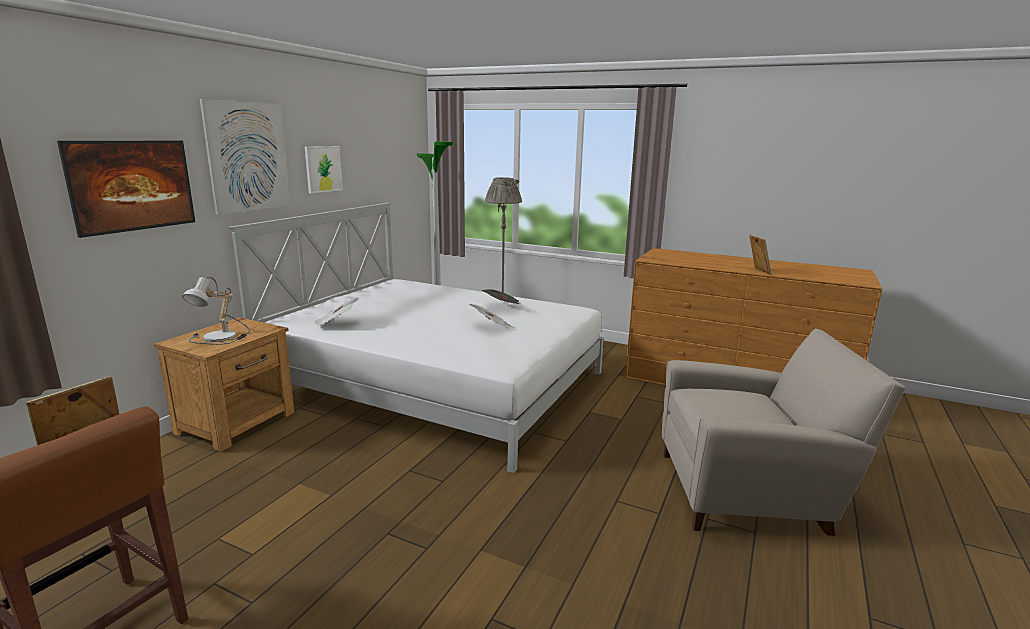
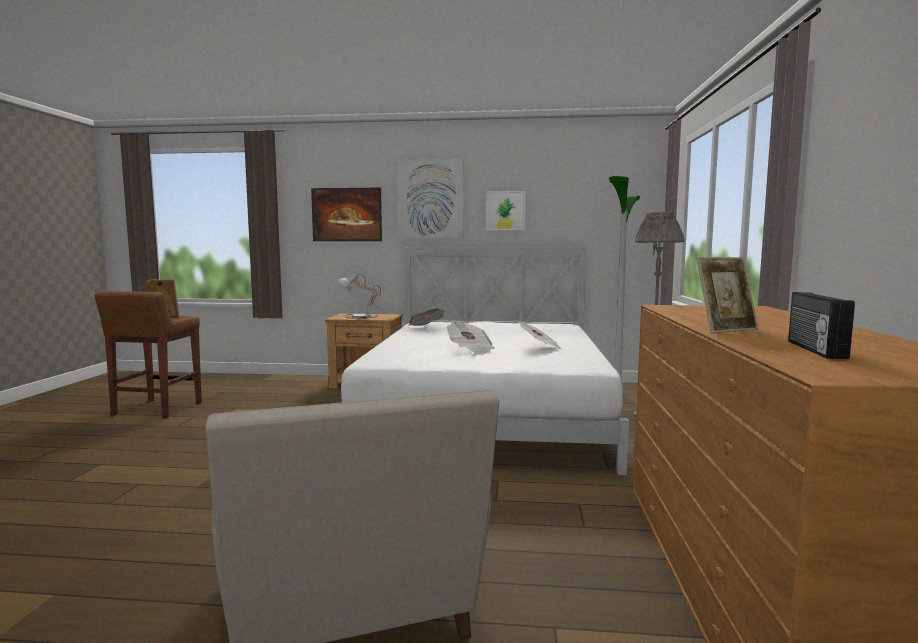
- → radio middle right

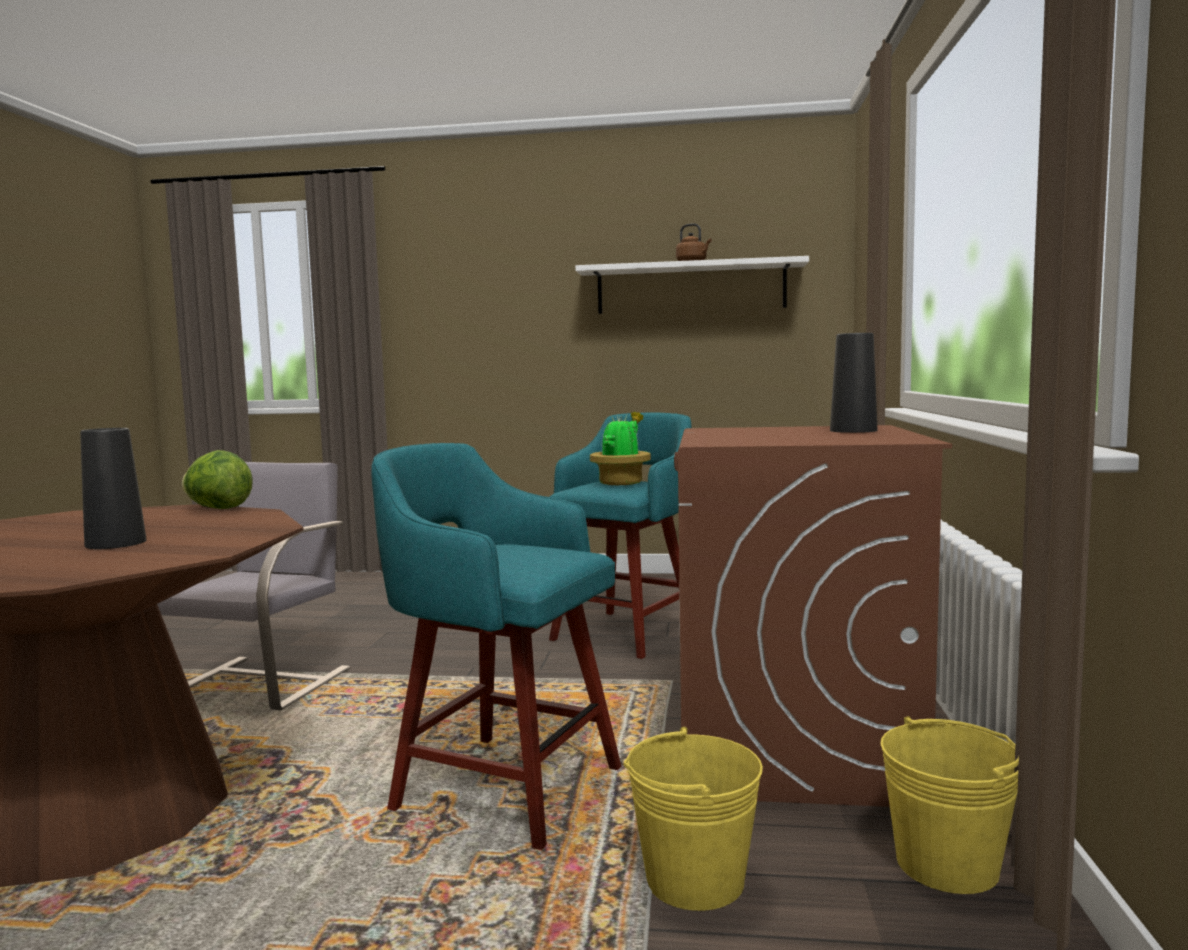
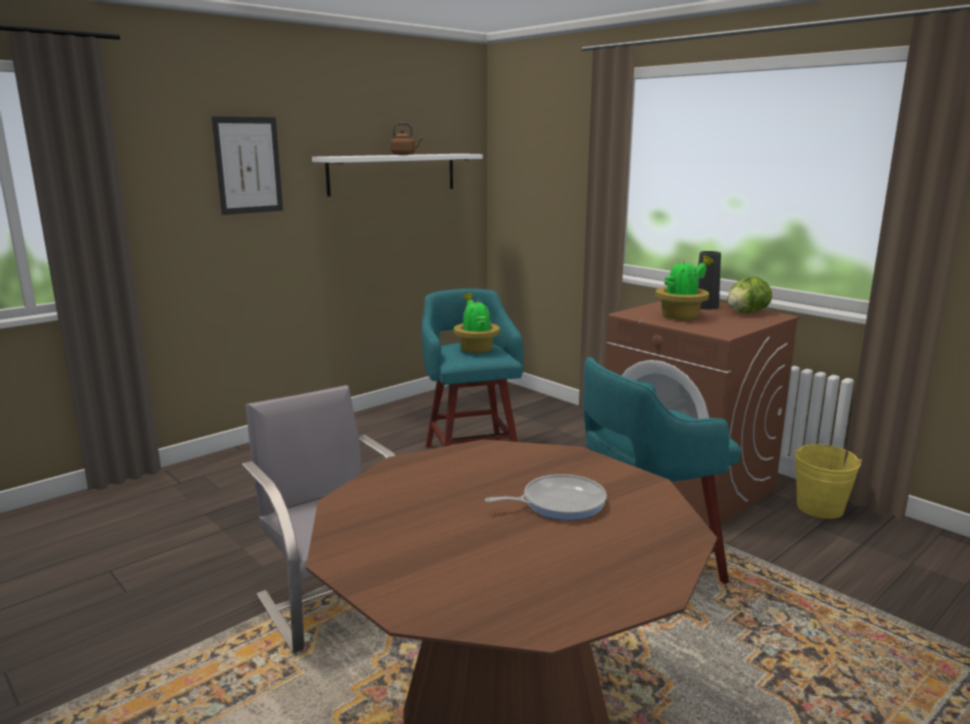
- → tableau top left
vase [noir] (1st from left) middle left → poêle bottom centre
- → plante en pot (2nd from left) middle right
laitue middle left → laitue middle right, move
seau [jaune] (1st from left) bottom centre → -

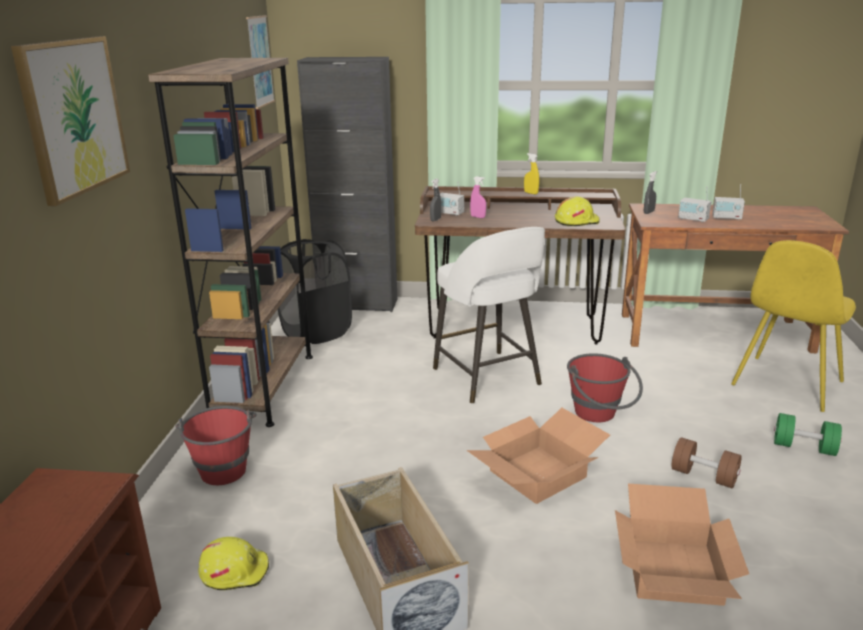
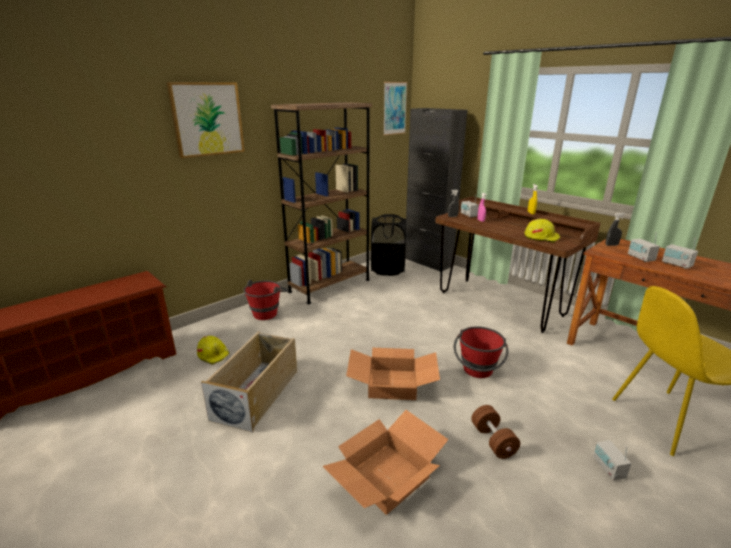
haltère [vert] bottom right → radio (2nd from left) bottom right
tabouret [blanc] centre → -

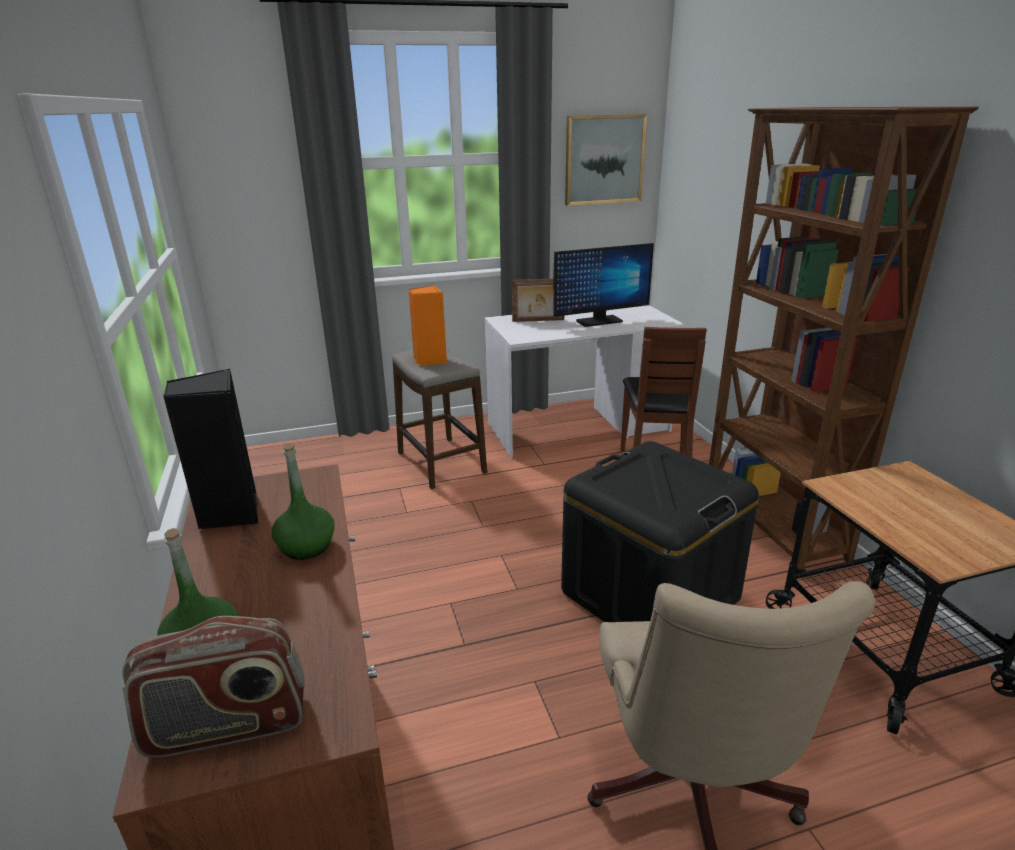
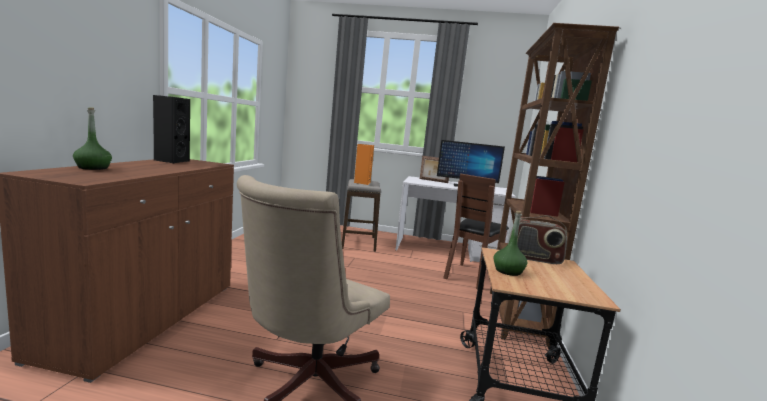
bouteille [vert] (2nd from left) middle left → bouteille [vert] (2nd from left) centre, move
radio bottom left → radio middle right, move
boîte de rangement [noir] centre → -
tableau top centre → -

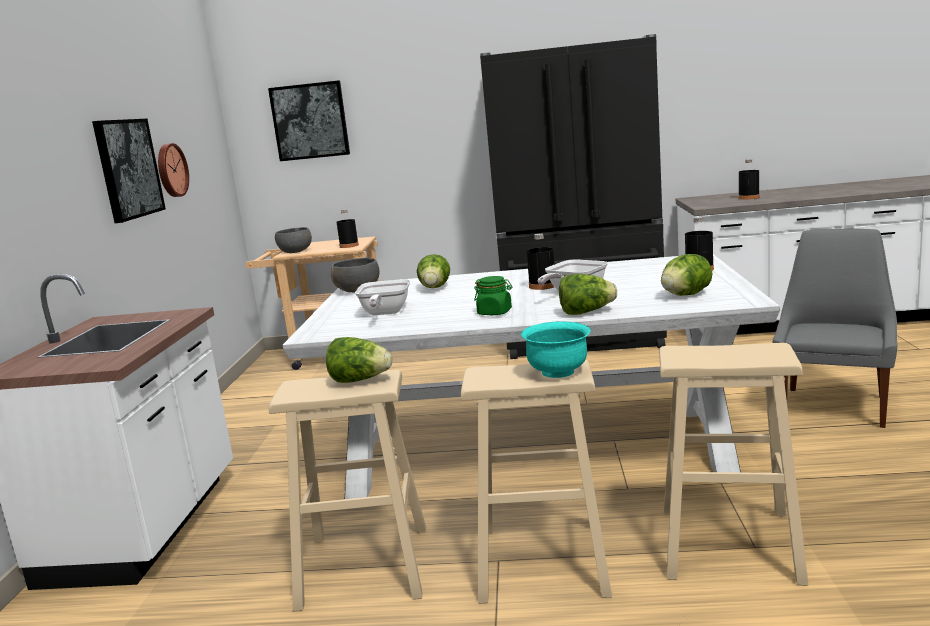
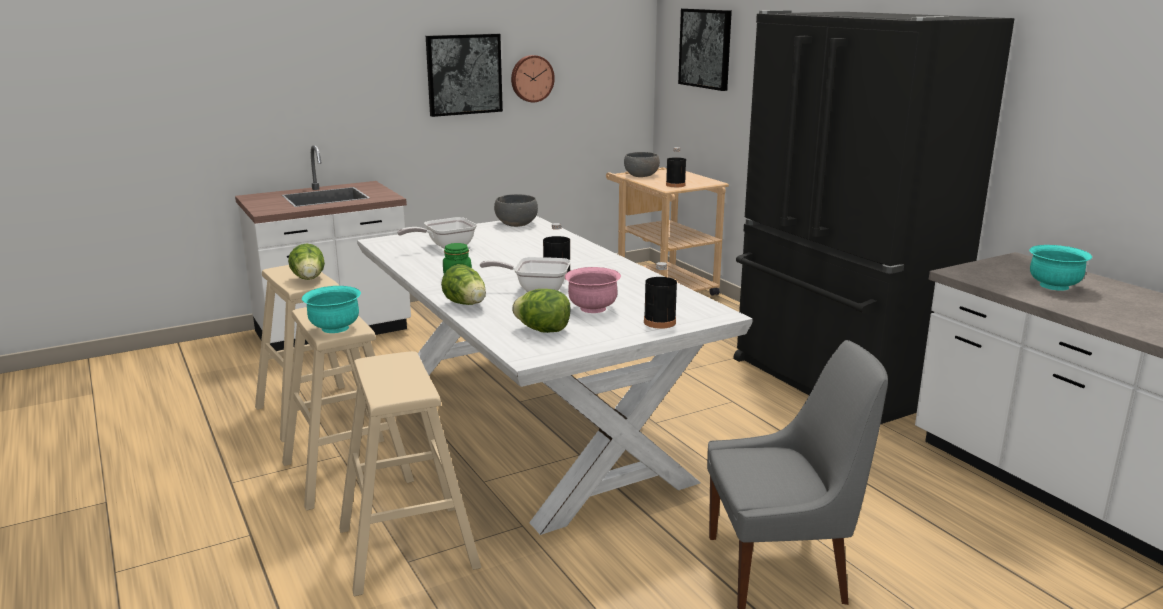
- → bol [rose] centre
bouteille [noir] (4th from left) top right → bol [turquoise] (2nd from left) middle right
laitue (2nd from left) centre → -

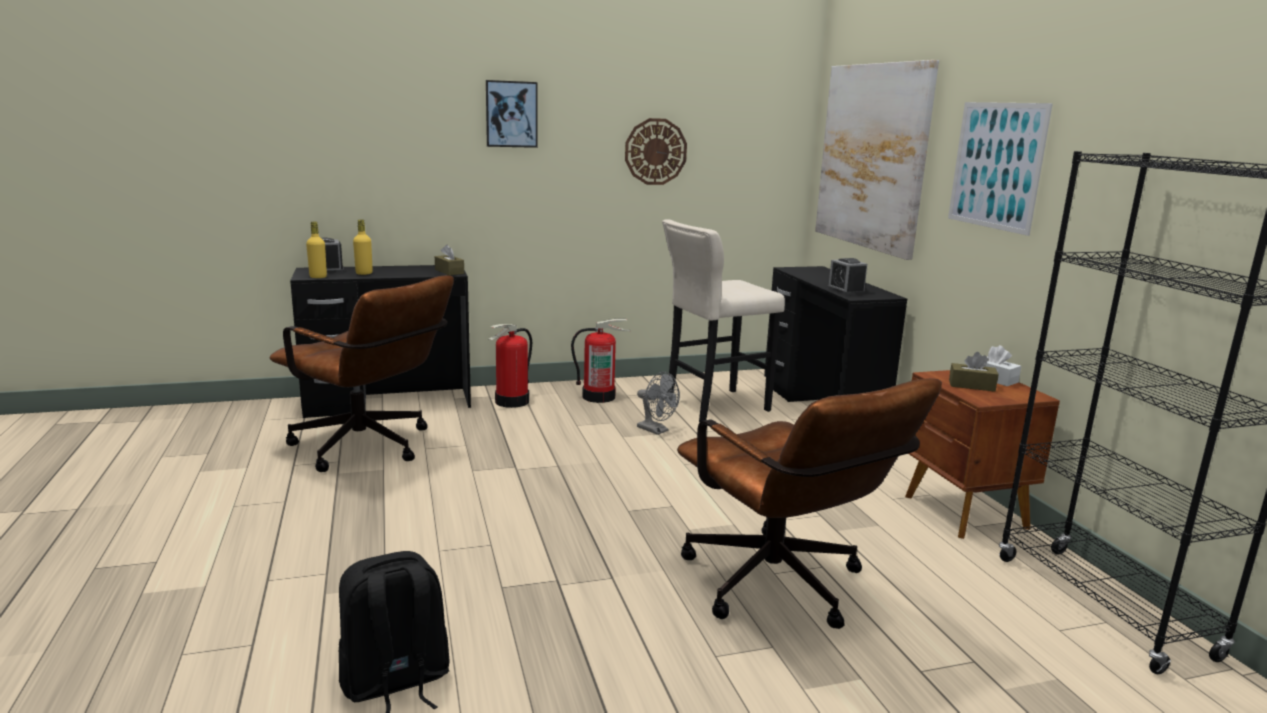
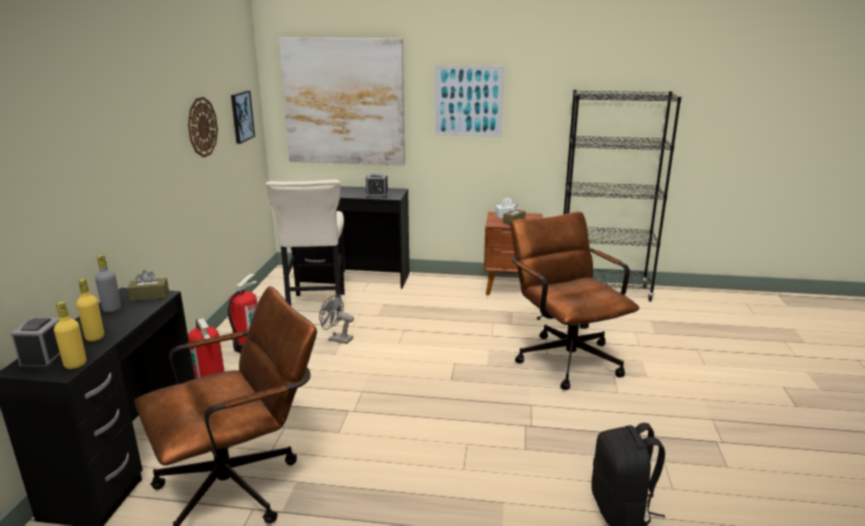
- → bouteille [gris] middle left
tableau (1st from left) top centre → tableau (1st from left) top left, move
ventilateur [gris] centre, 135 degrees counterclockwise
chaise de bureau [marron] (2nd from left) bottom centre → chaise de bureau [marron] (2nd from left) centre, 105 degrees counterclockwise

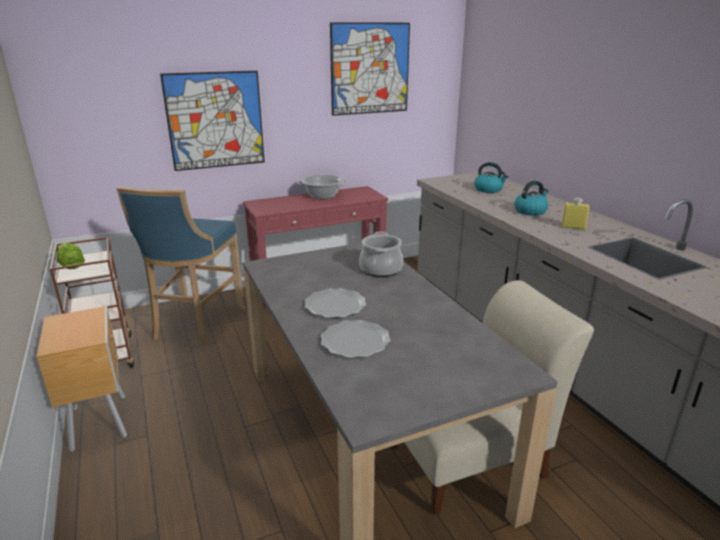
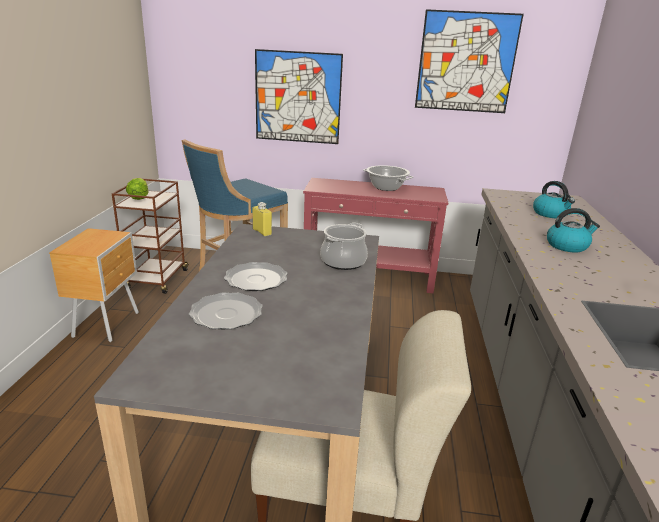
bouteille [jaune] middle right → bouteille [jaune] centre, move

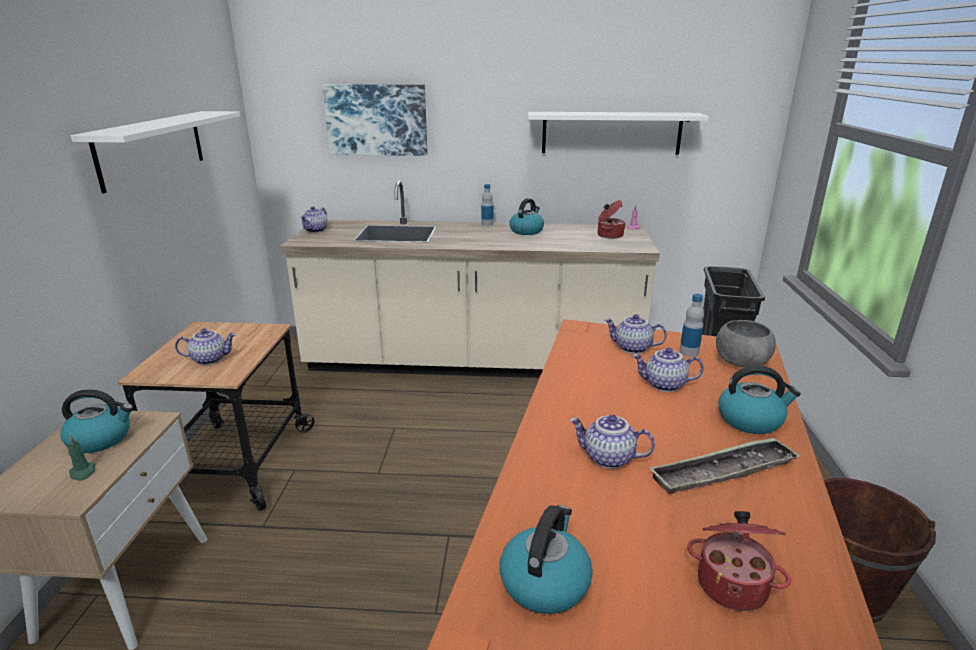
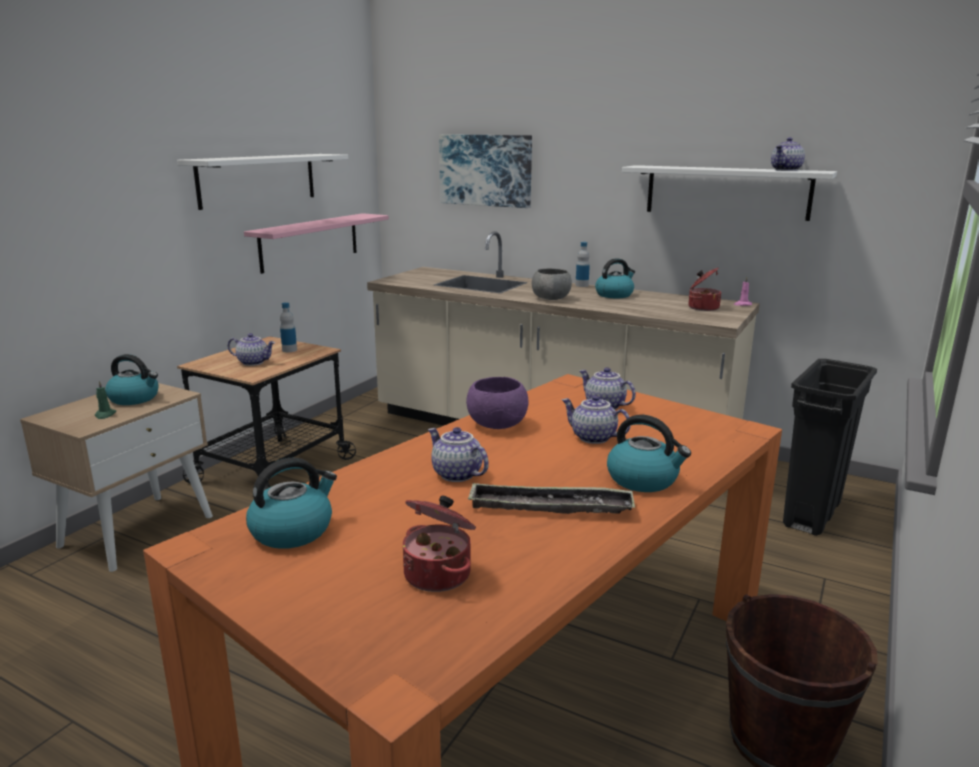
- → étagère [rose] top left
bouteille (2nd from left in the first image) middle right → bouteille (1st from left) middle left, move
- → bol [violet] centre
bol [gris] middle right → bol [gris] centre, move
théière (2nd from left in the first image) middle left → théière (5th from left) top right, move

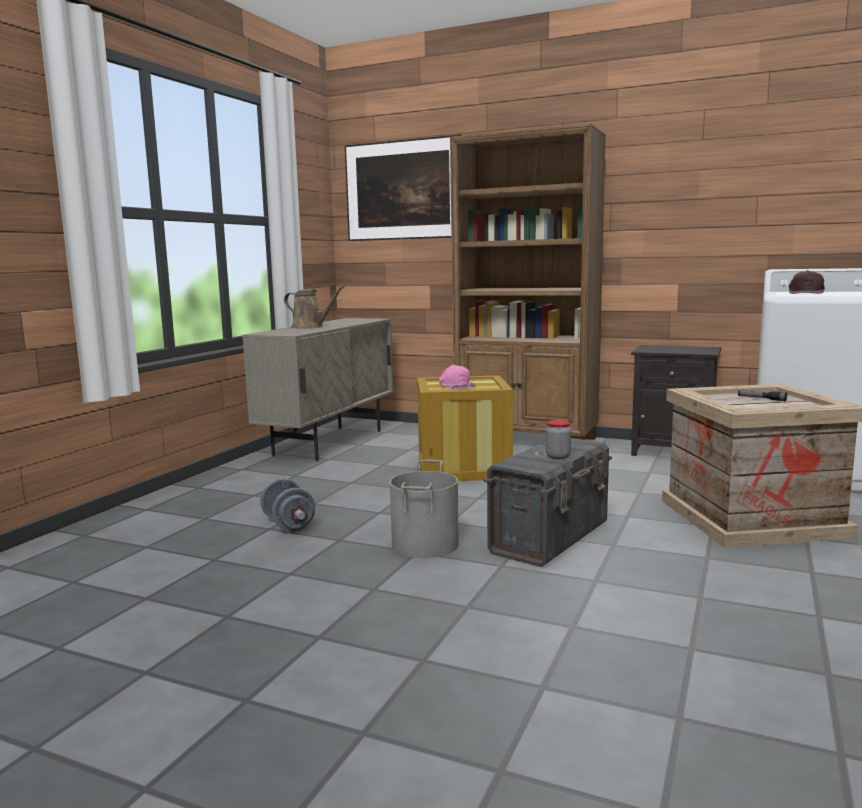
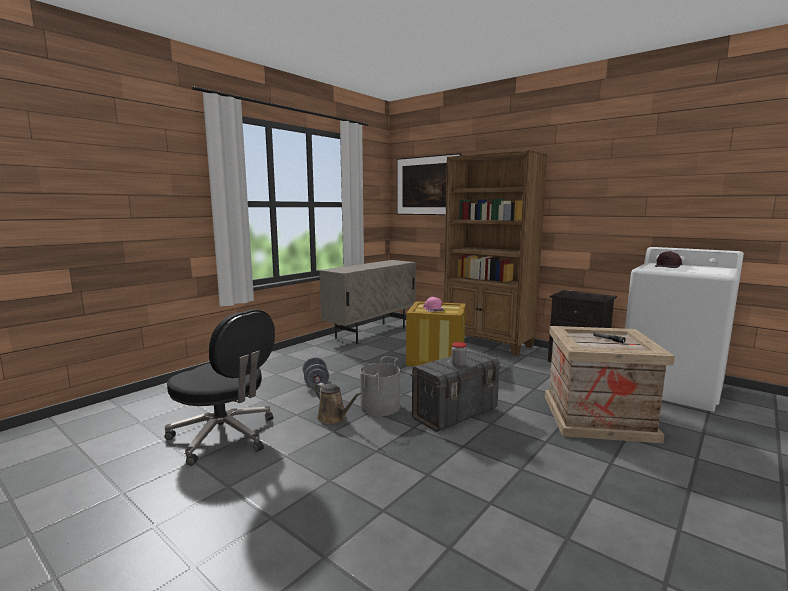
- → chaise de bureau [noir] middle left
arrosoir [marron] centre → arrosoir [marron] bottom centre, move

